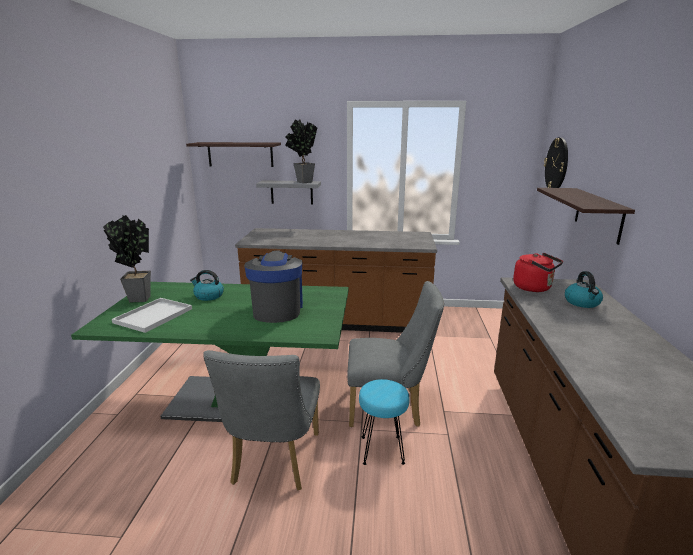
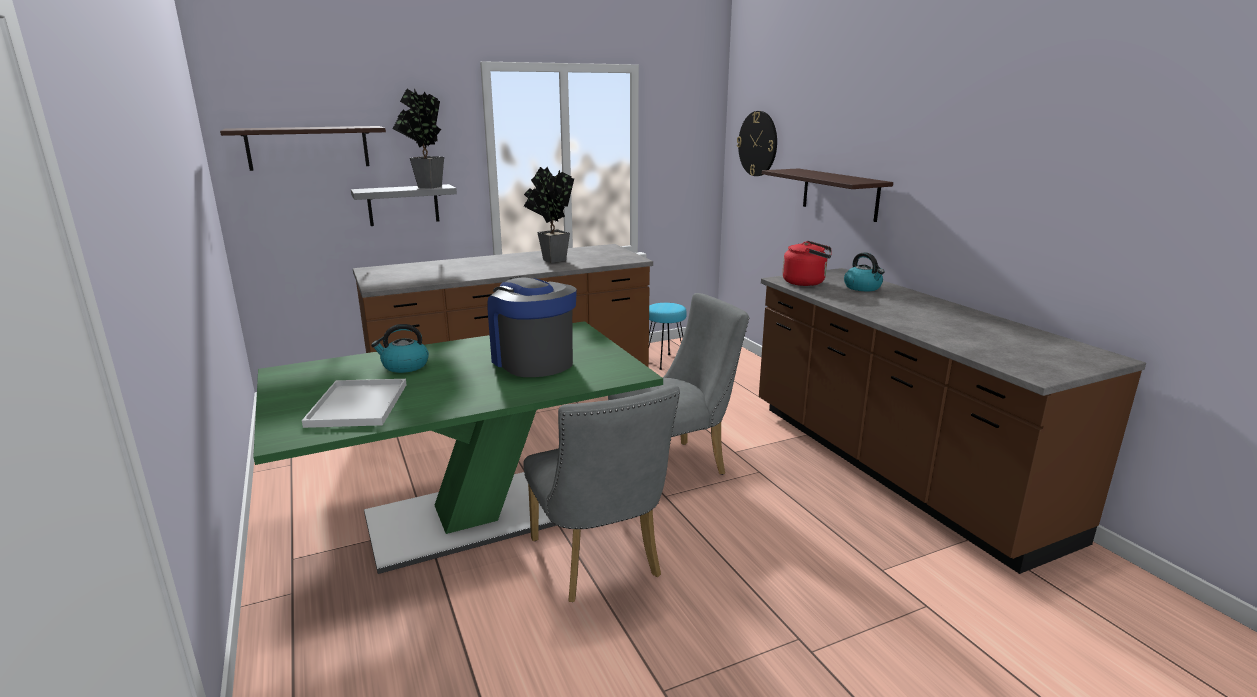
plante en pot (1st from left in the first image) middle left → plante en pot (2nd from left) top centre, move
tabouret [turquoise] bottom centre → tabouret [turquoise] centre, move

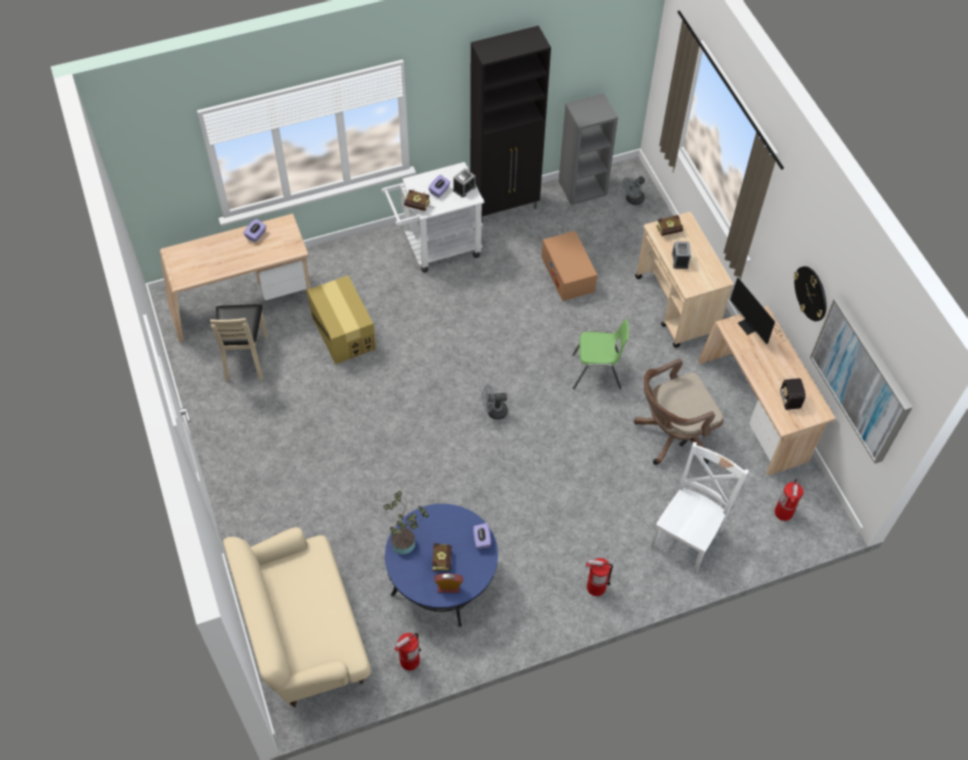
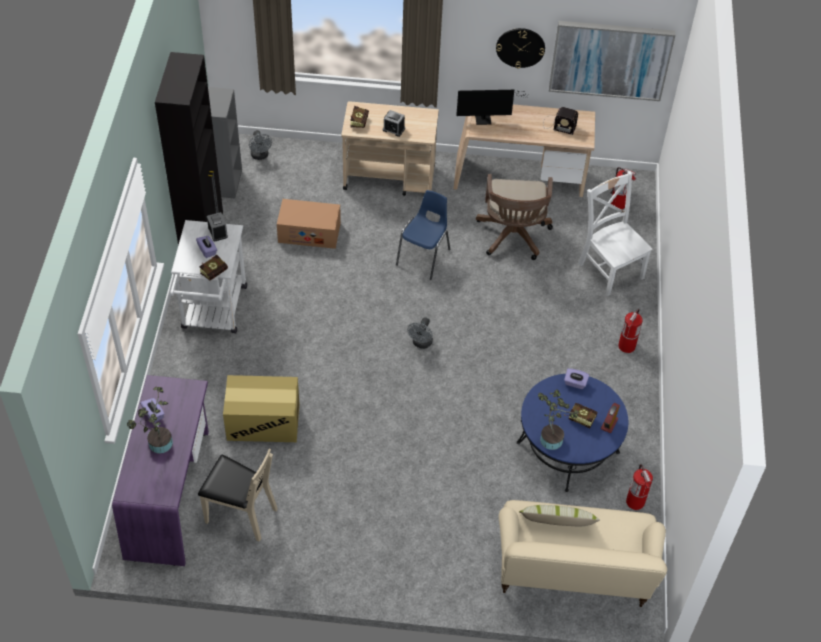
bureau [beige] (1st from left) middle left → bureau [violet] bottom left
- → plante en pot (1st from left) middle left
chaise [vert] centre → chaise [bleu] centre
- → coussin bottom right

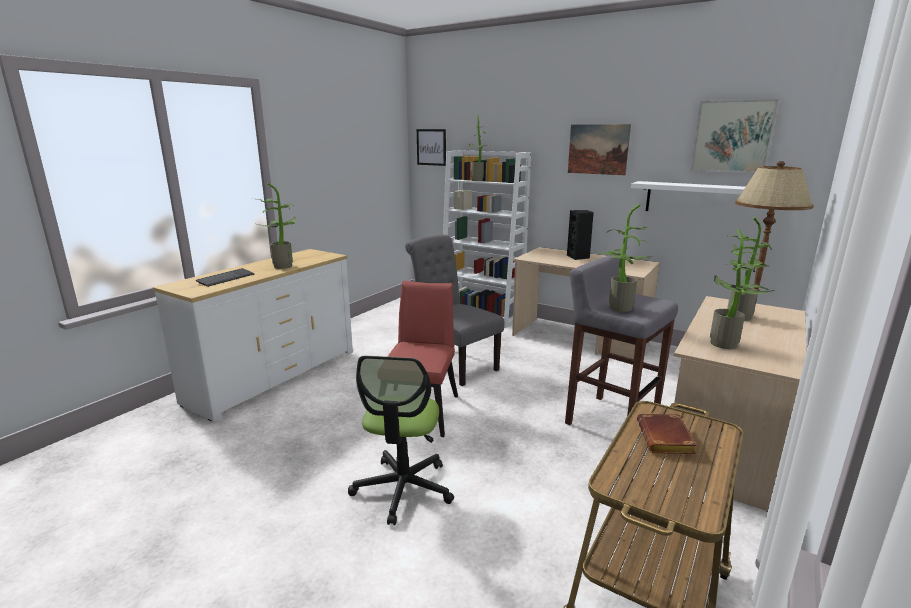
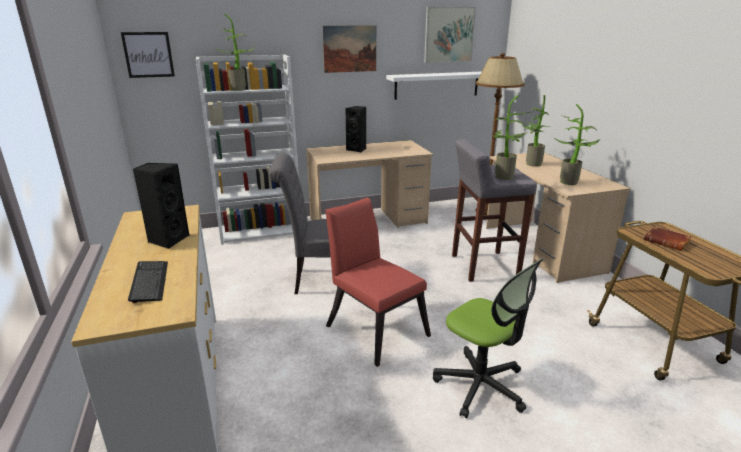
plante en pot (1st from left) middle left → enceinte [noir] (1st from left) middle left

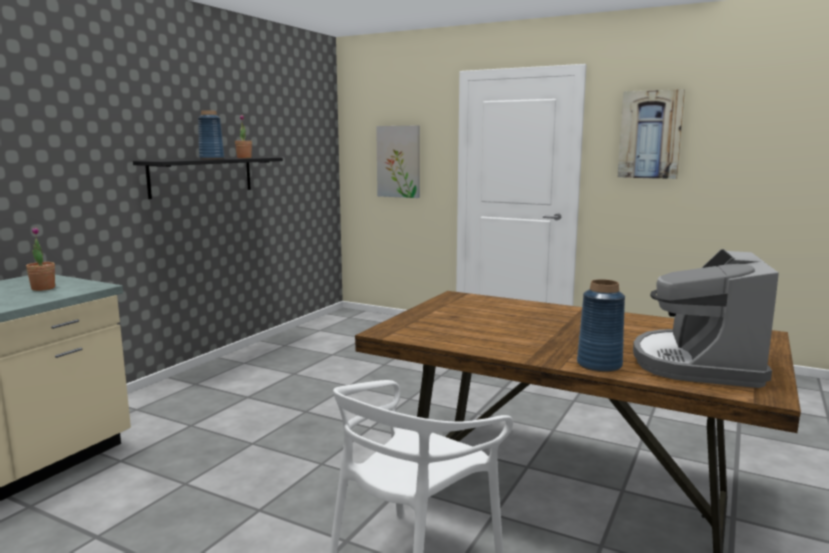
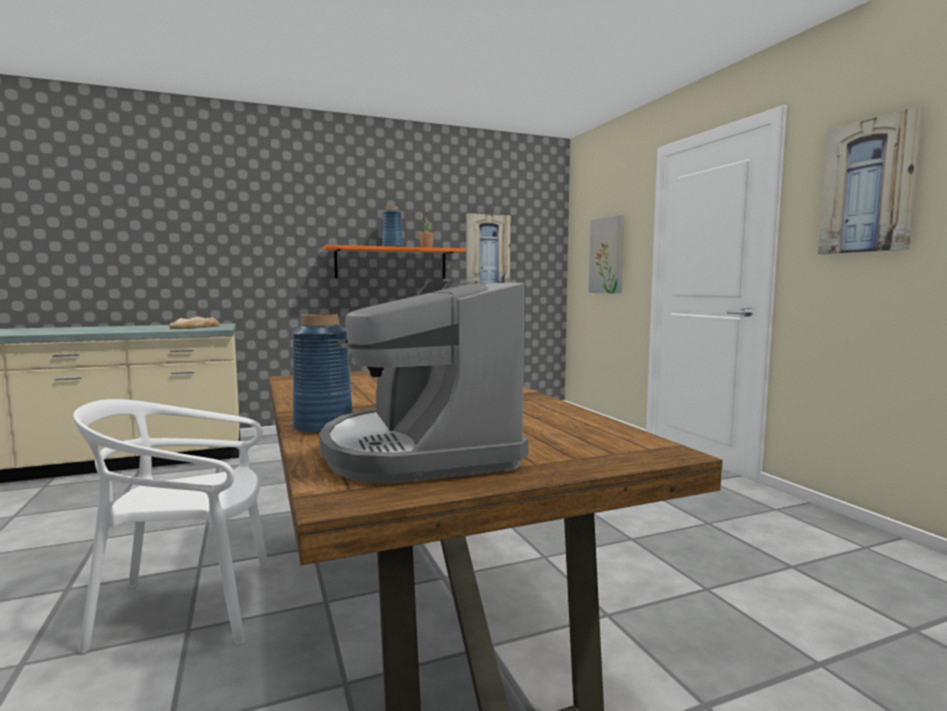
plante en pot (1st from left) middle left → pain middle left
machine à café middle right → machine à café centre, 75 degrees counterclockwise
étagère [noir] top left → étagère [orange] centre
- → tableau (1st from left) centre

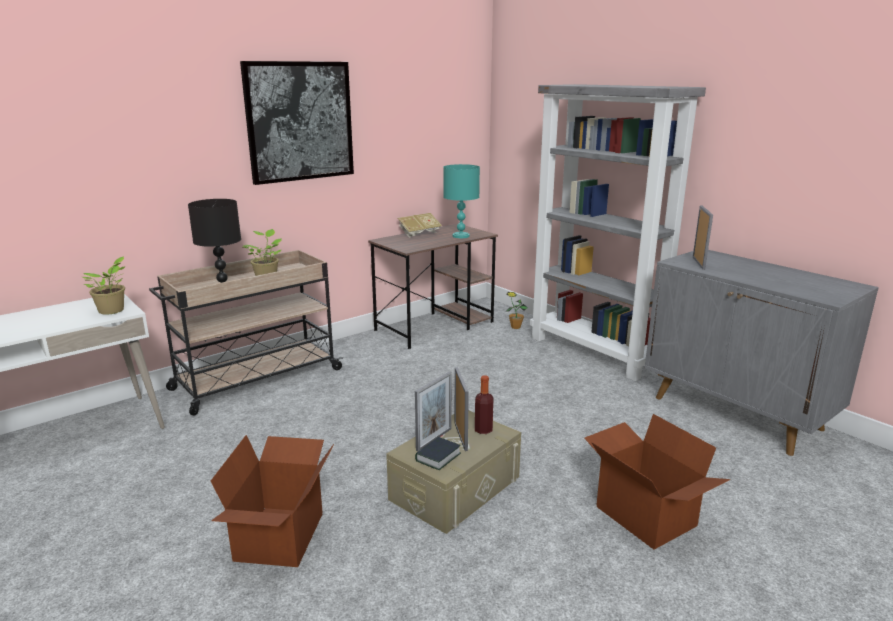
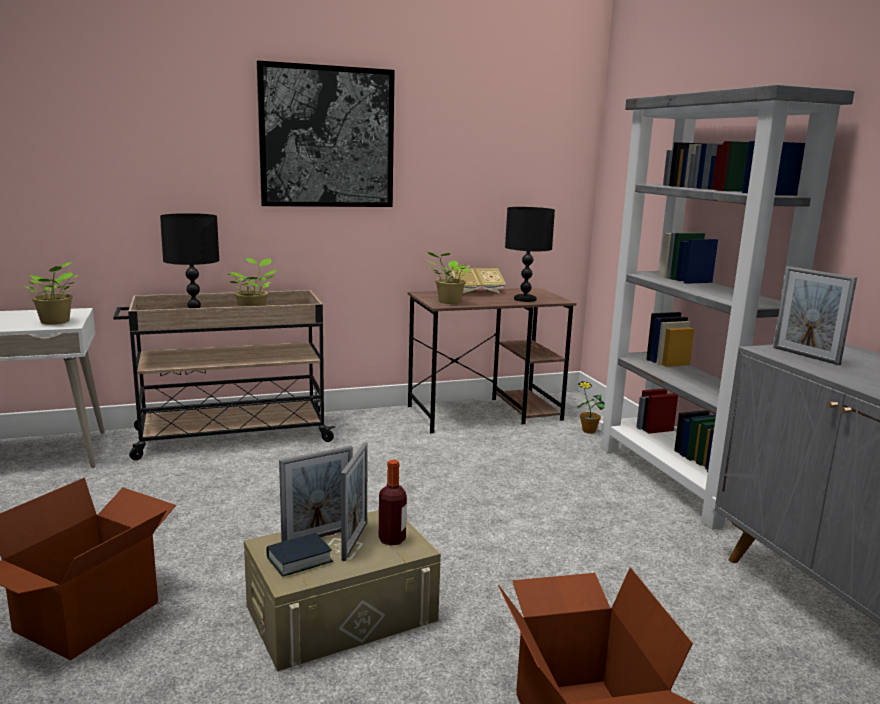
- → plante en pot (3rd from left) centre
lampe de table [turquoise] top centre → lampe de table [noir] (2nd from left) centre
cadre photo (3rd from left) middle right, 120 degrees clockwise

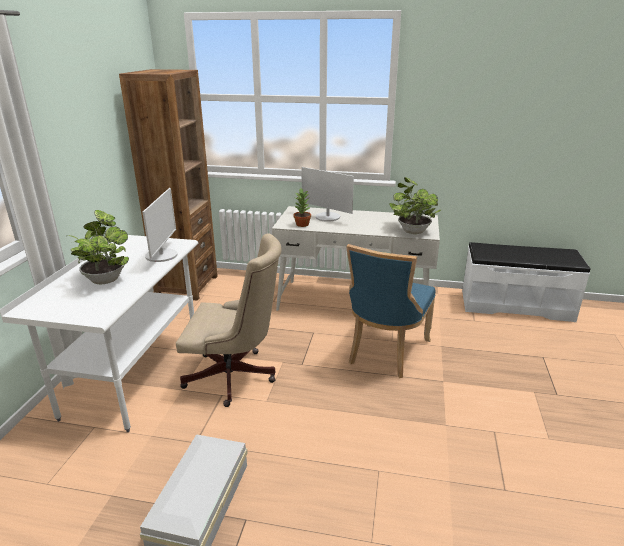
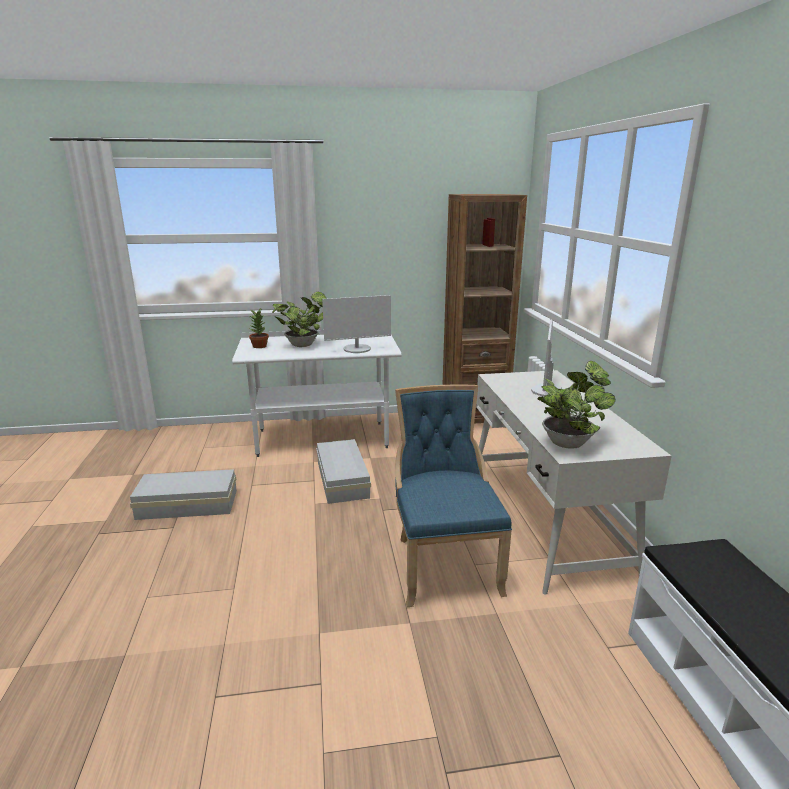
plante en pot (2nd from left in the first image) centre → plante en pot (1st from left) middle left, move
chaise de bureau [beige] centre → boîte de rangement [blanc] (2nd from left) centre
chaise [bleu] centre, 75 degrees clockwise

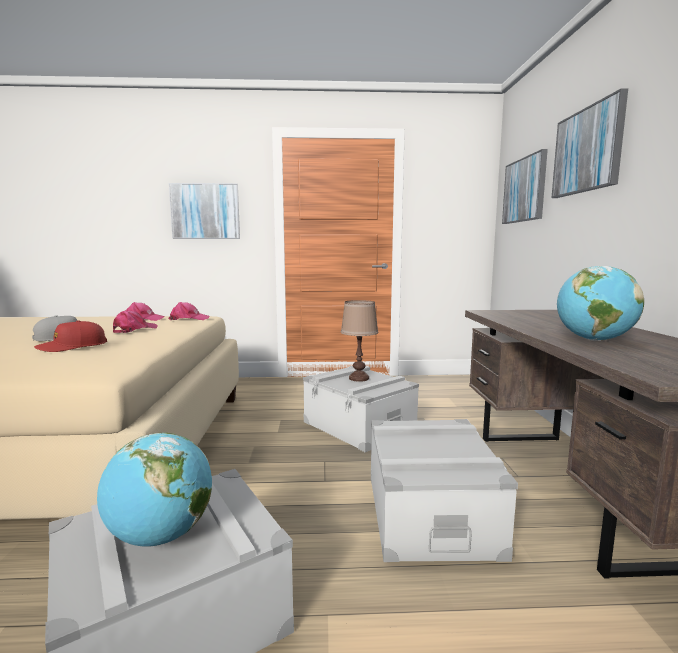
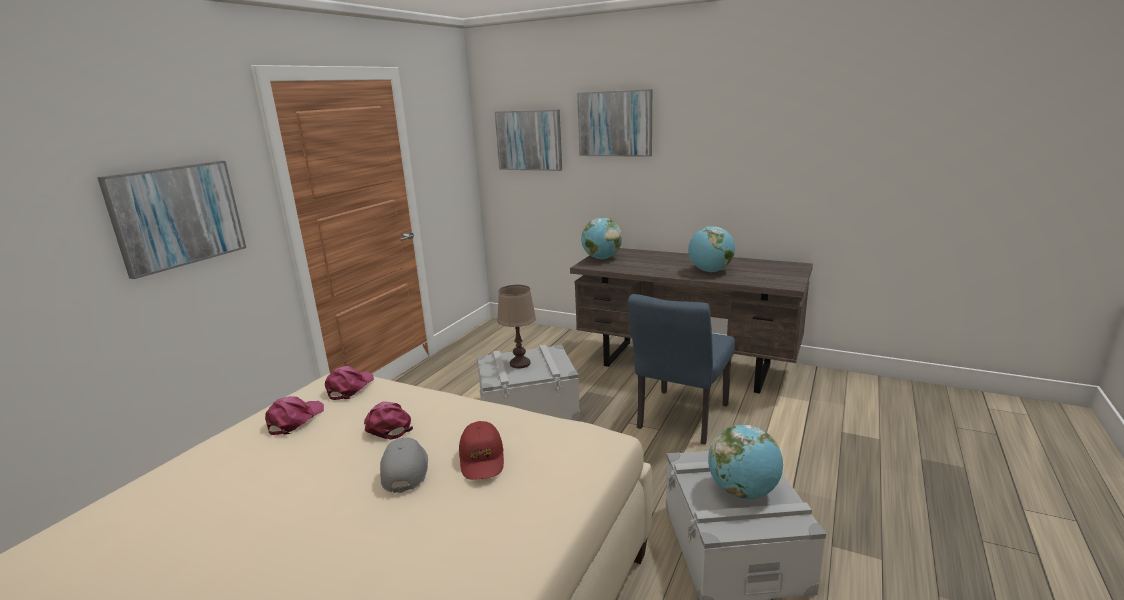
- → globe (1st from left) centre
boîte de rangement [gris] (3rd from left) bottom centre → chaise [bleu] centre

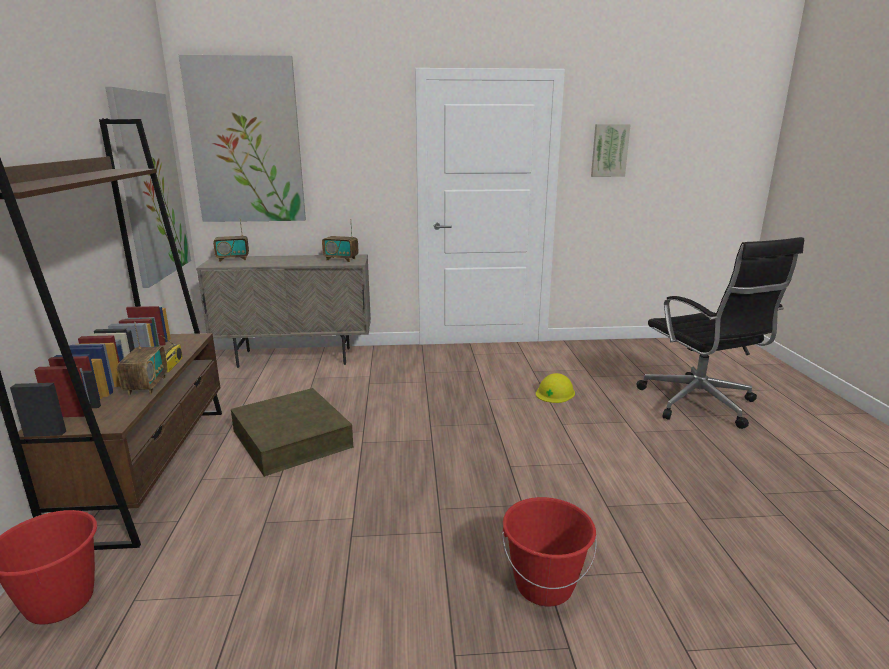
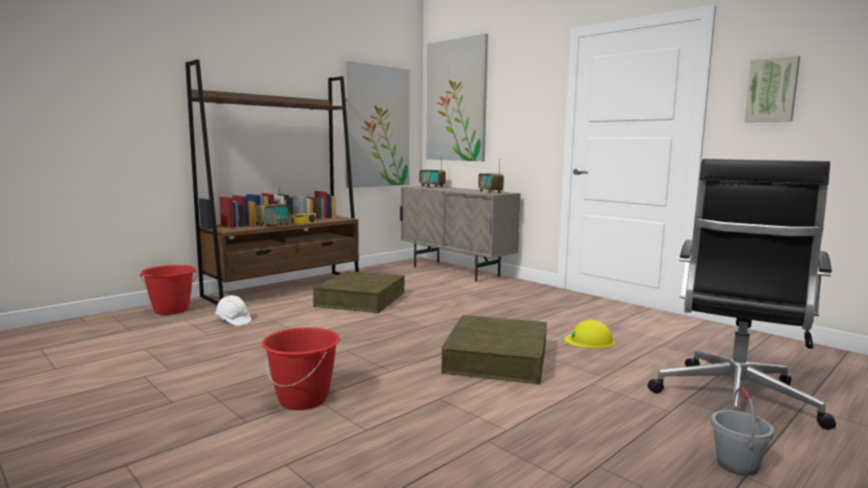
- → casque de chantier [blanc] middle left
- → boîte de rangement [marron] (2nd from left) bottom centre
- → seau [gris] bottom right

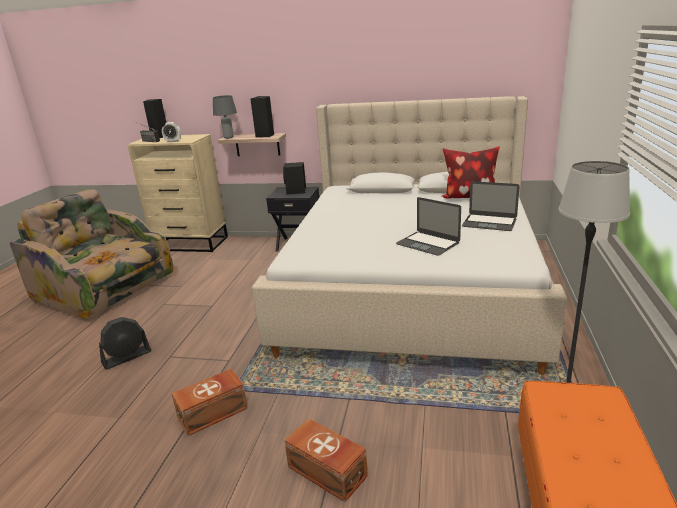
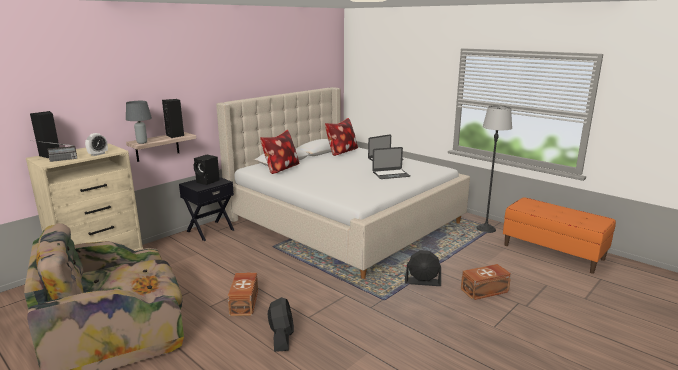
boîte de rangement [marron] (1st from left) bottom left → boîte de rangement [marron] (1st from left) bottom centre, move
- → coussin (1st from left) centre
- → ventilateur [noir] (2nd from left) bottom centre

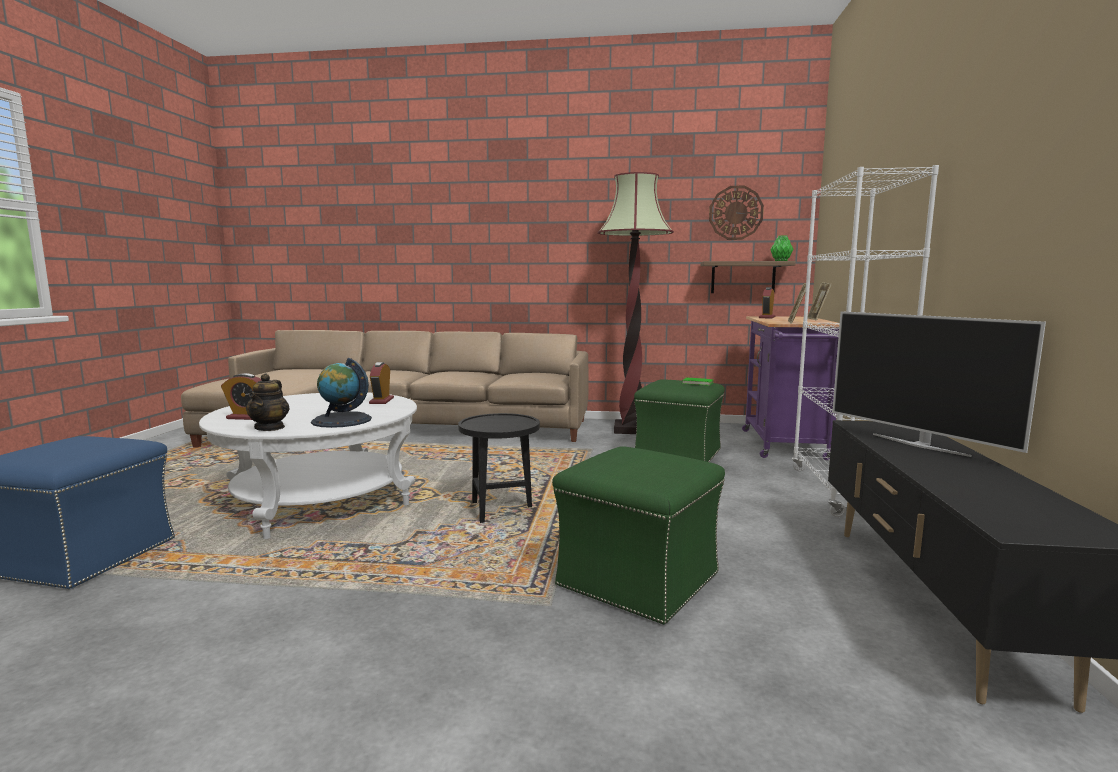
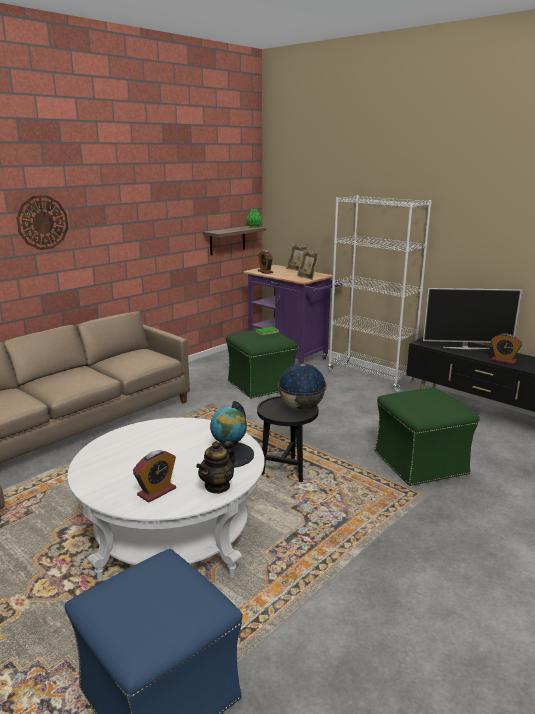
horloge murale top centre → horloge murale top left, move
théière middle left → théière centre, 90 degrees clockwise
- → globe (2nd from left) centre
réveil (2nd from left in the first image) centre → réveil (3rd from left) middle right, move
lampadaire centre → -

